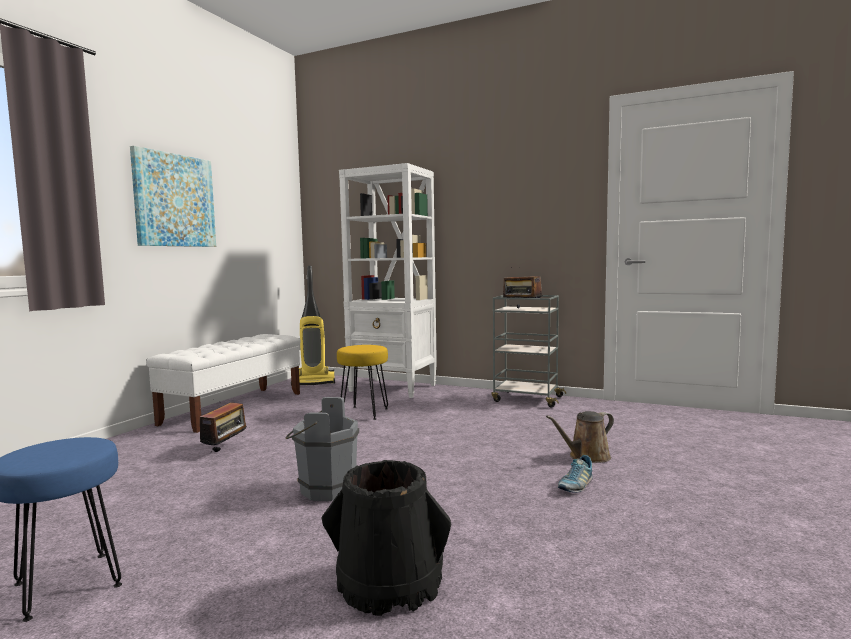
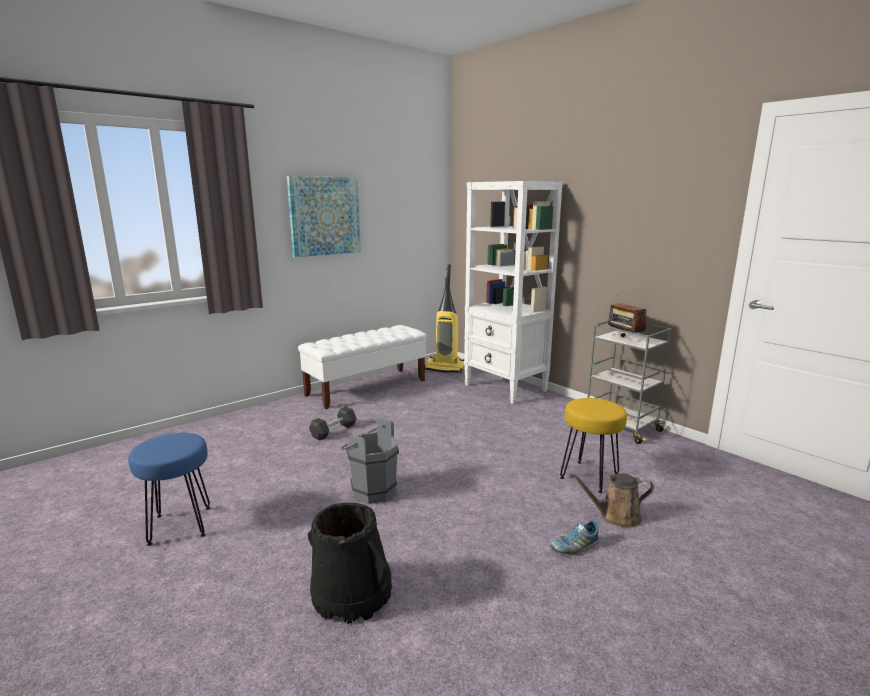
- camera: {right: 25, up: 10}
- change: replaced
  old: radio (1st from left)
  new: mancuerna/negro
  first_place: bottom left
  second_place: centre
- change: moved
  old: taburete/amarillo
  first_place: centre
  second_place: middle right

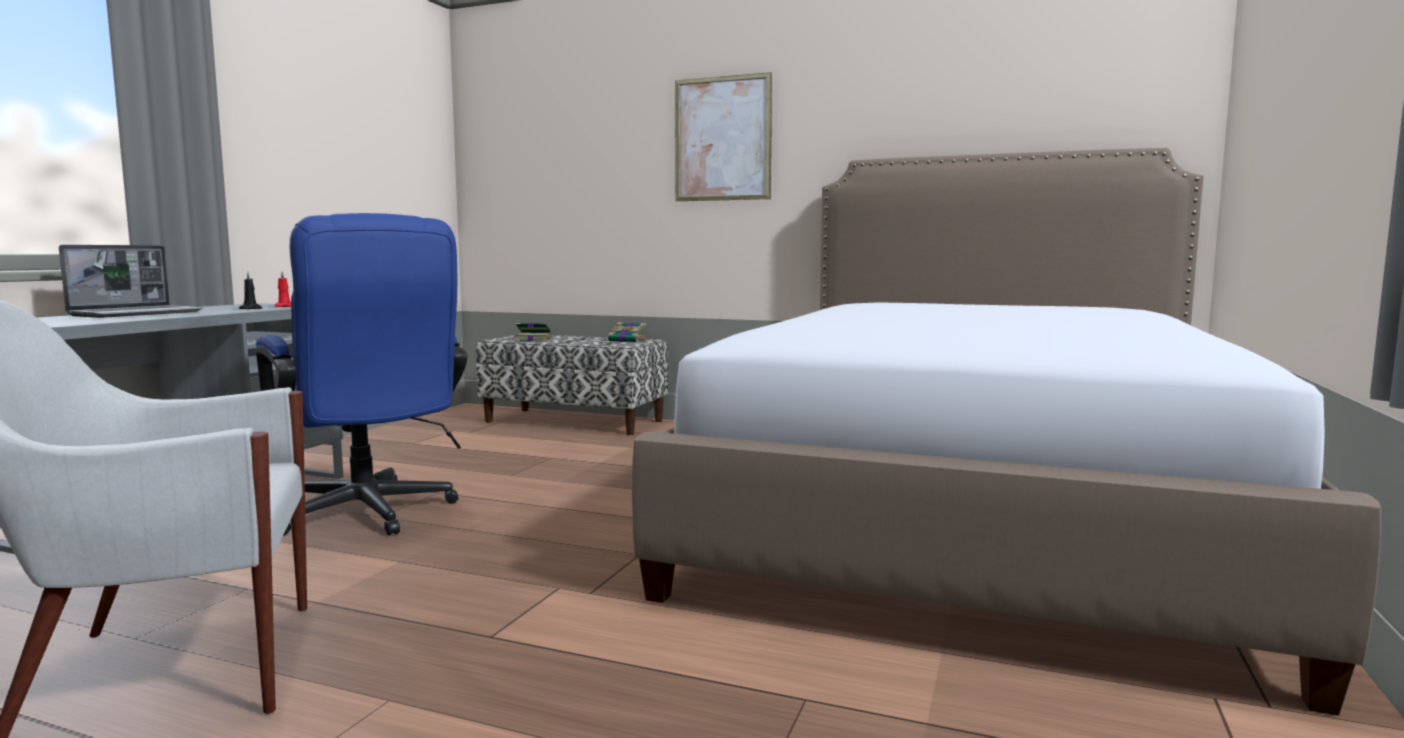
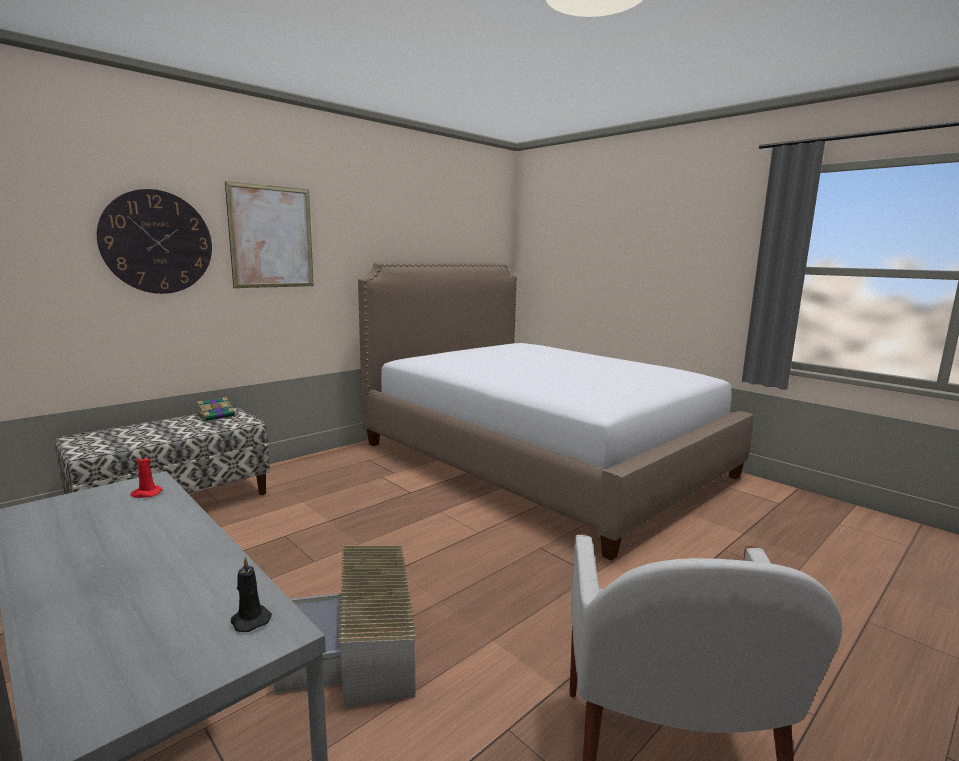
- camera: {right: -65, up: 5}
- change: added
  new: reloj de pared
  second_place: top left
- change: moved
  old: vela/negro
  first_place: middle left
  second_place: bottom left
- change: replaced
  old: silla de oficina/azul
  new: caja de almacenaje/gris
  first_place: middle left
  second_place: bottom centre
- change: removed
  old: portátil
  first_place: middle left
- change: removed
  old: libro (1st from left)
  first_place: centre

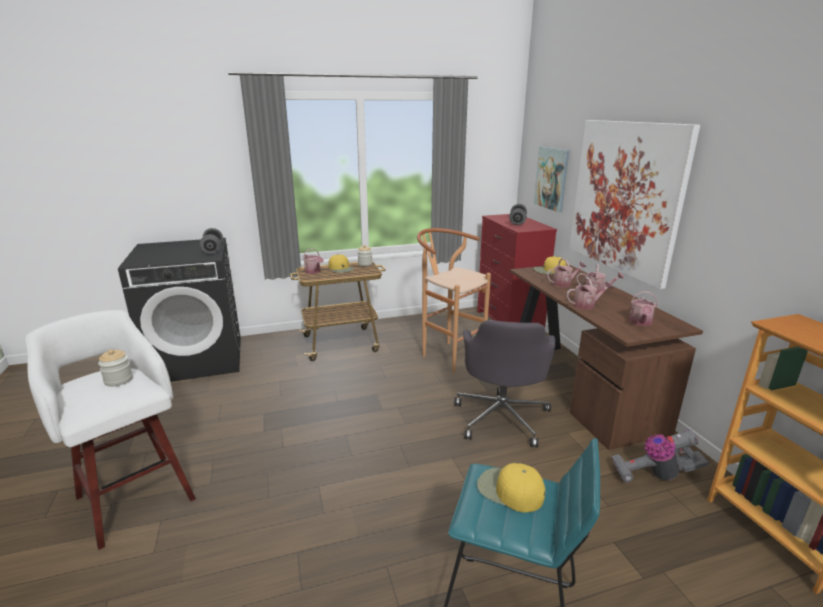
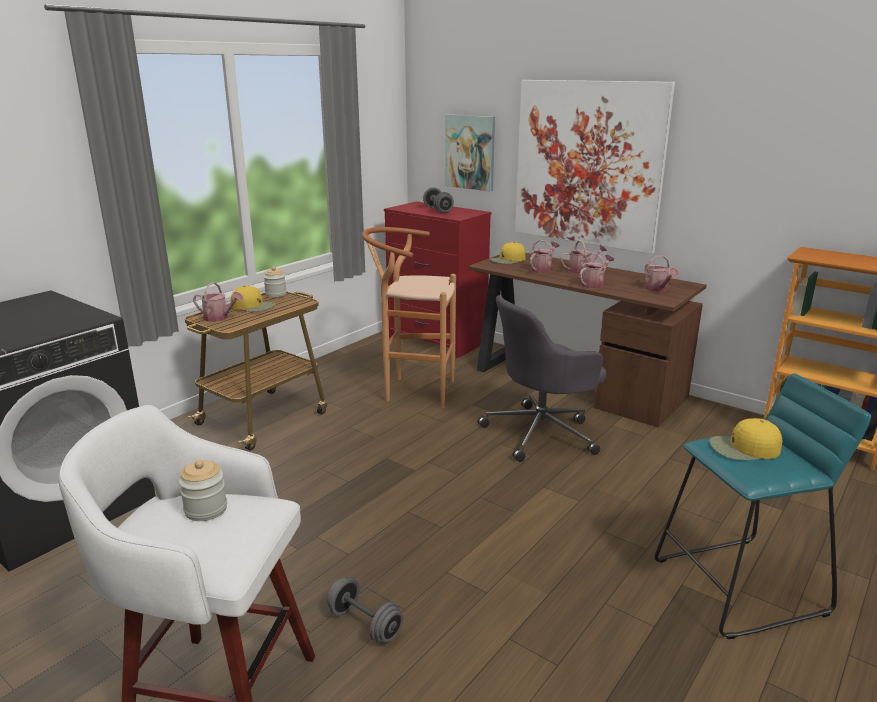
- camera: {right: -35, up: 0}
- change: moved
  old: mancuerna/gris (1st from left)
  first_place: middle left
  second_place: bottom centre
- change: turned
  old: silla de oficina/gris
  first_place: centre
  second_place: centre
  degrees: 90
- change: removed
  old: aspiradora
  first_place: bottom right

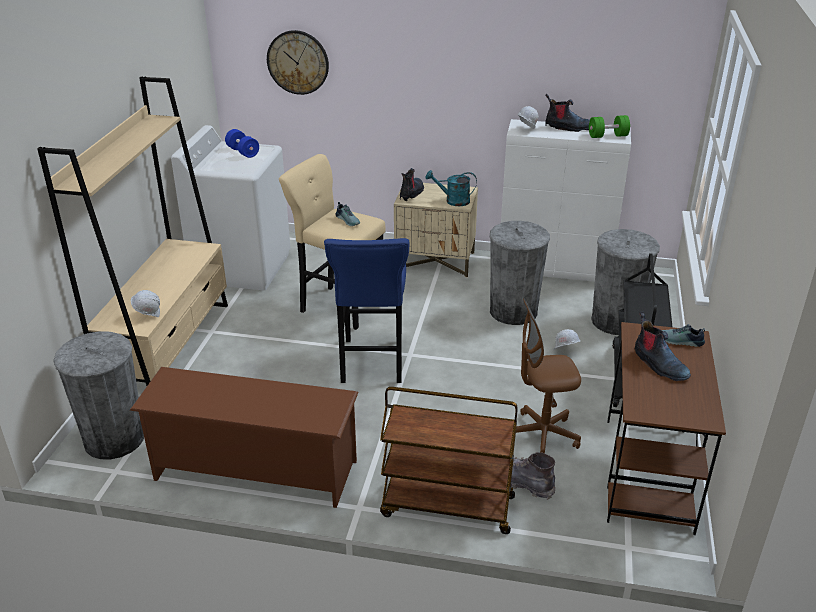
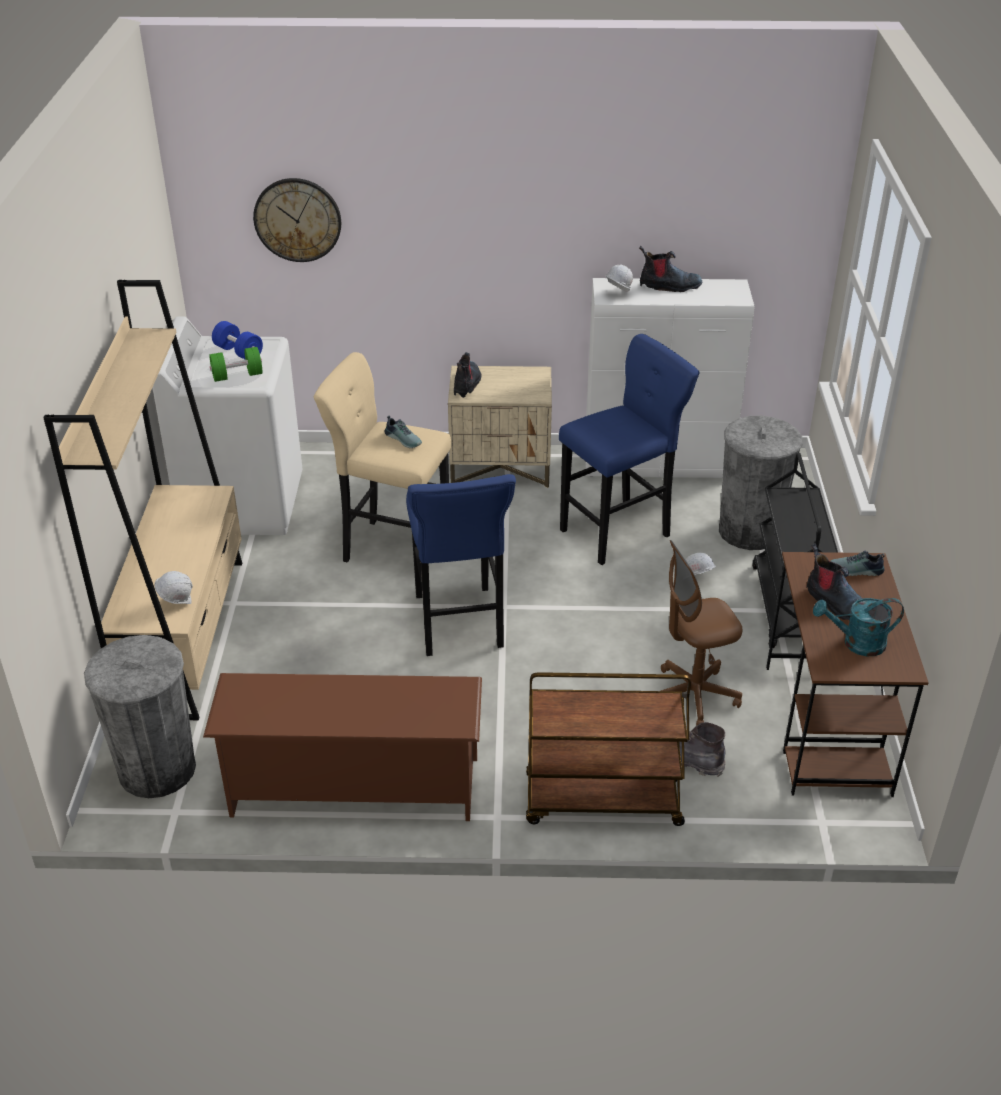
- camera: {right: -10, up: 5}
- change: moved
  old: mancuerna/verde
  first_place: top right
  second_place: top left
- change: replaced
  old: papelera/gris (2nd from left)
  new: taburete/azul (2nd from left)
  first_place: centre
  second_place: centre
- change: moved
  old: regadera/turquesa
  first_place: top centre
  second_place: middle right

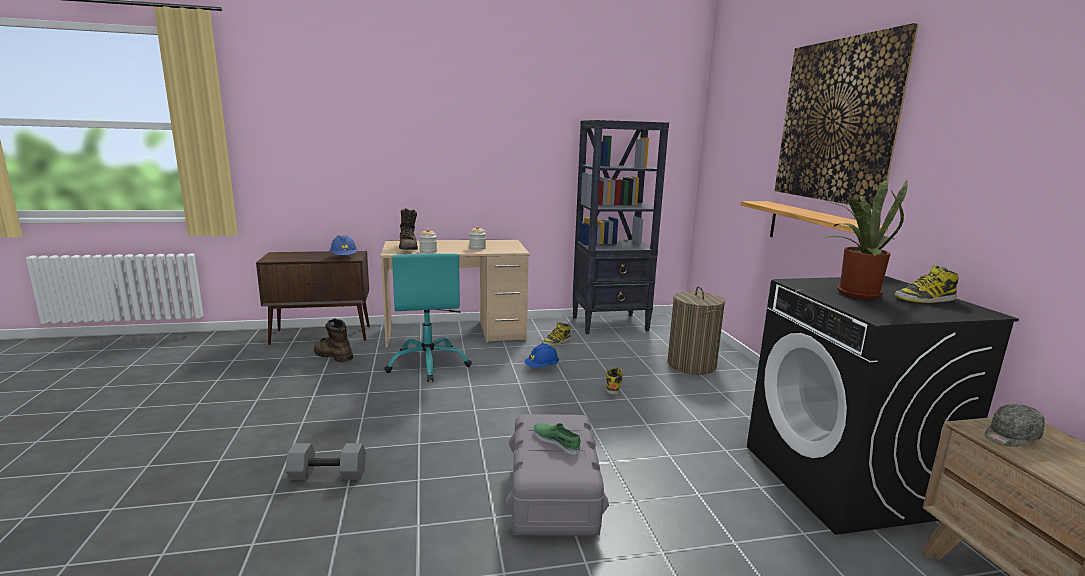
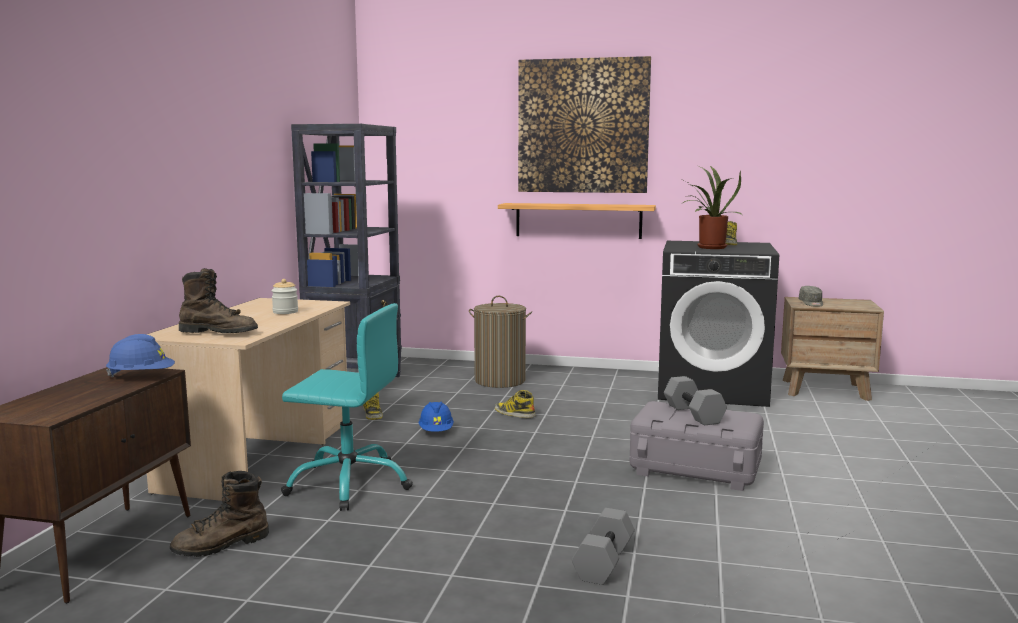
- camera: {right: -65, up: -5}
- change: replaced
  old: zapato/verde
  new: mancuerna/gris (2nd from left)
  first_place: bottom centre
  second_place: middle right
- change: removed
  old: tarro (1st from left)
  first_place: centre

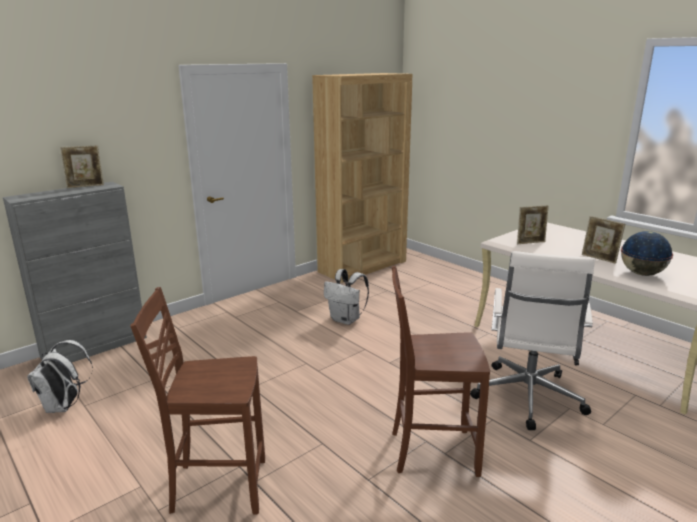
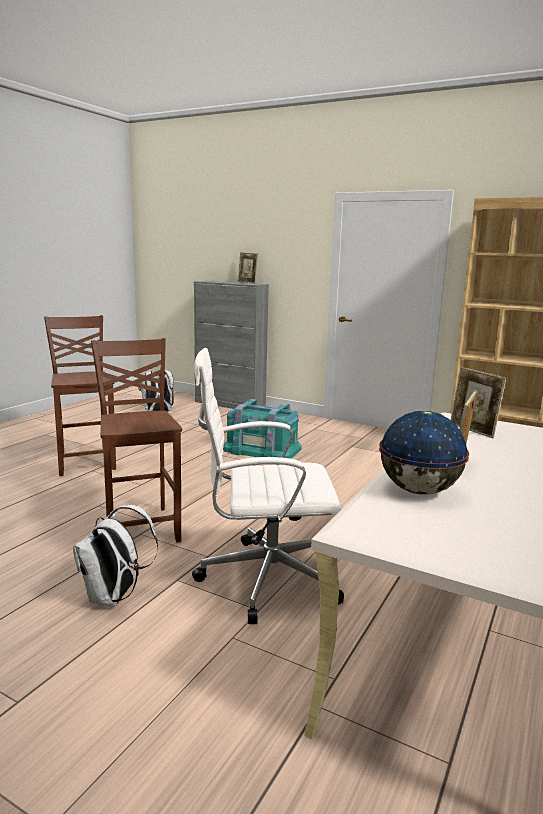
- camera: {right: 70, up: -5}
- change: moved
  old: mochila/blanco (2nd from left in the first image)
  new: mochila/blanco (1st from left)
  first_place: centre
  second_place: bottom left
- change: added
  new: caja de almacenaje/turquesa
  second_place: centre

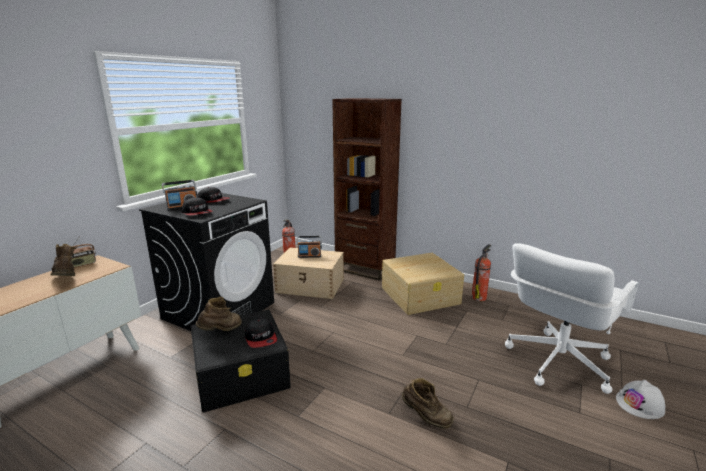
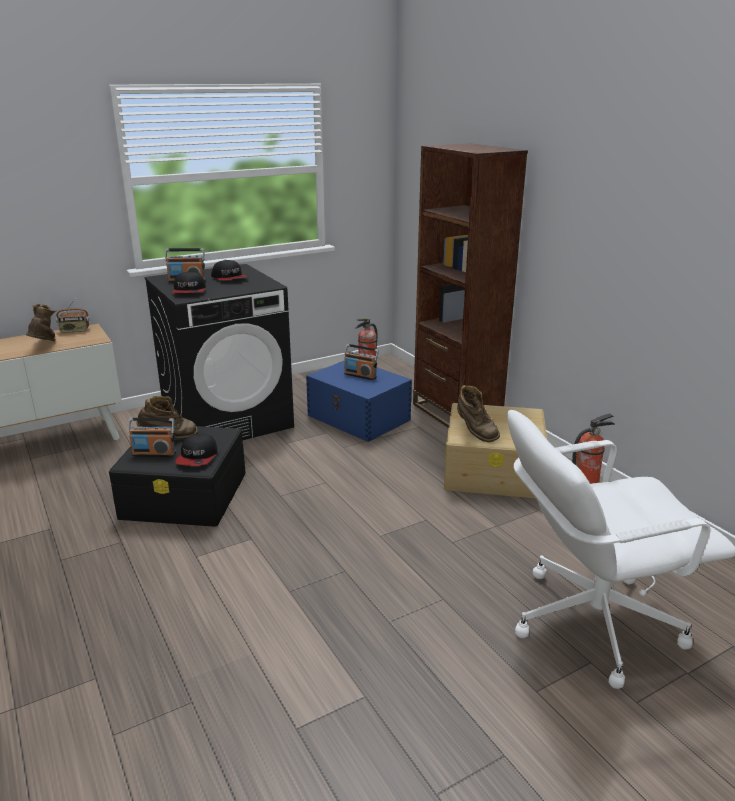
- camera: {right: 30, up: 5}
- change: added
  new: radio (2nd from left)
  second_place: middle left
- change: recoloured
  old: caja de almacenaje/beis (1st from left)
  new: caja de almacenaje/azul
  first_place: centre
  second_place: centre
- change: moved
  old: bota/marrón (3rd from left)
  first_place: bottom centre
  second_place: centre
- change: removed
  old: casco/blanco
  first_place: bottom right

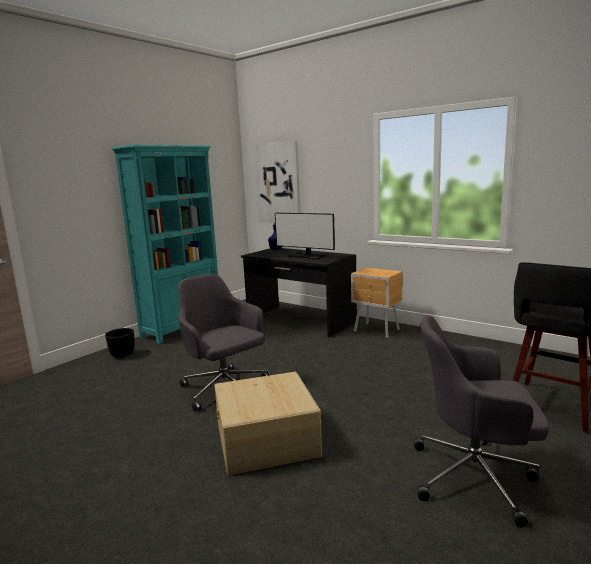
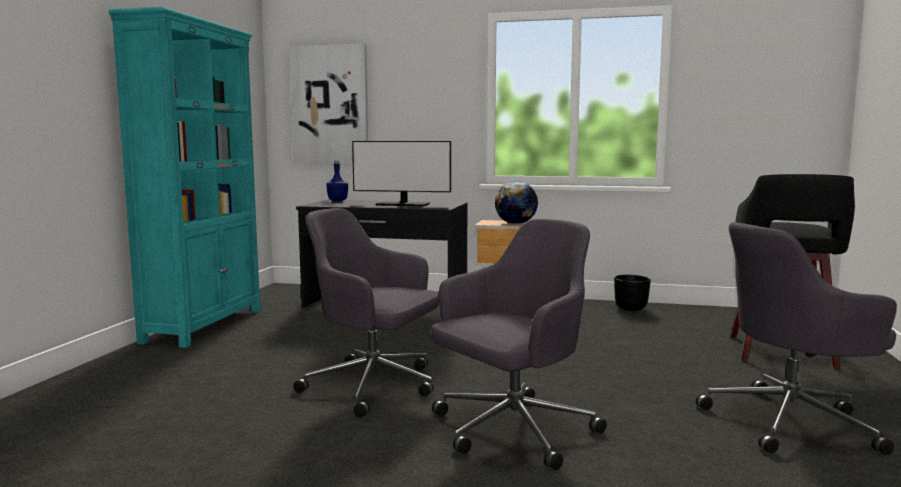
- camera: {right: -25, up: -5}
- change: replaced
  old: caja de almacenaje/beis
  new: silla de oficina/gris (2nd from left)
  first_place: bottom centre
  second_place: bottom centre
- change: added
  new: globo terráqueo
  second_place: centre
- change: moved
  old: maceta/negro
  first_place: middle left
  second_place: middle right

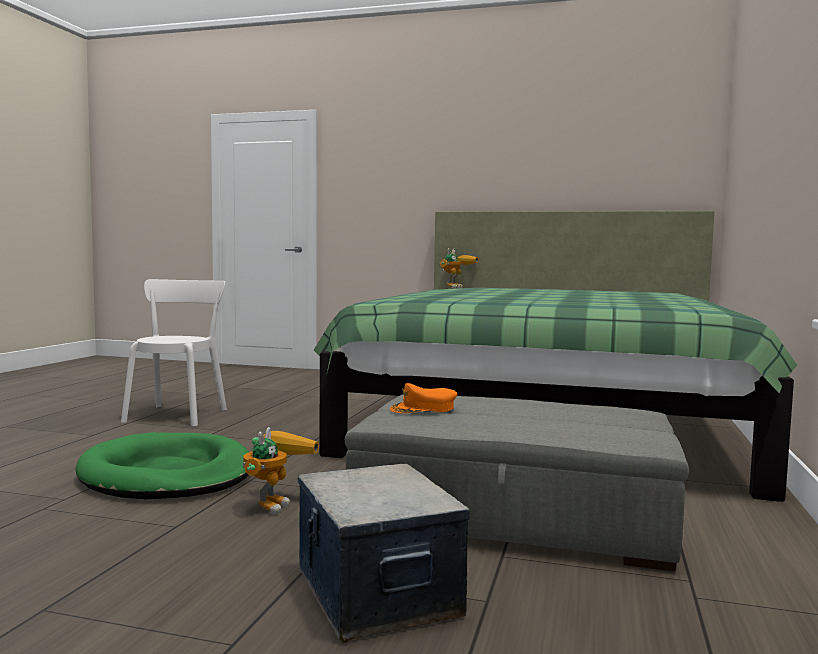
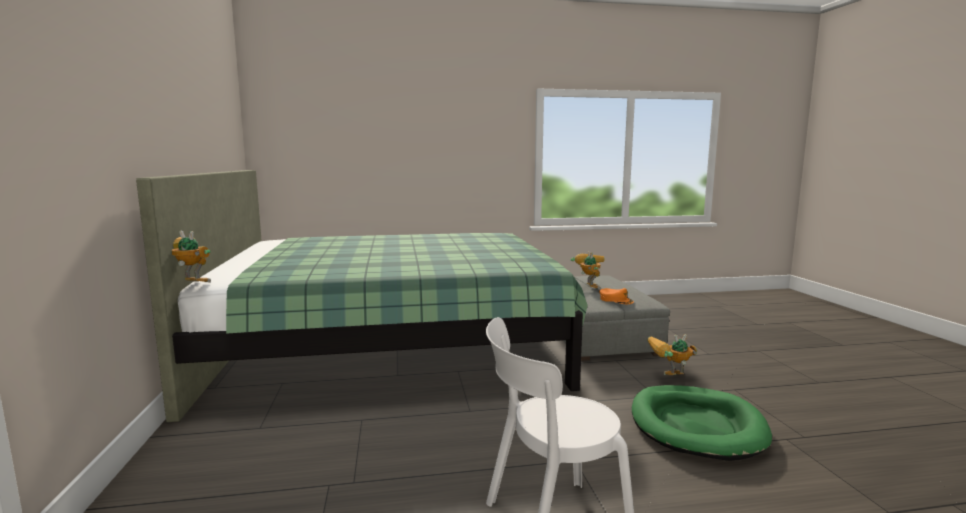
- camera: {right: -115, up: 5}
- change: added
  new: robot de juguete (2nd from left)
  second_place: centre
- change: removed
  old: caja de almacenaje
  first_place: bottom centre

